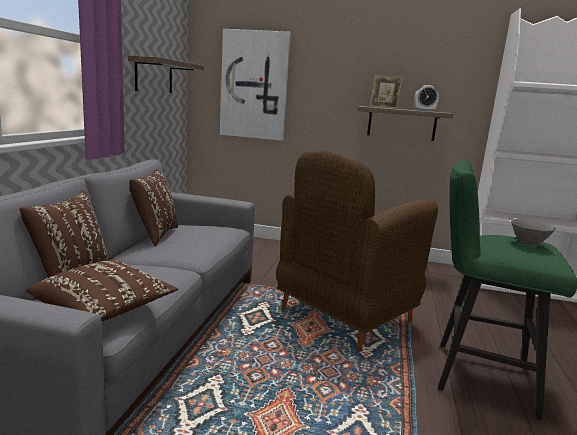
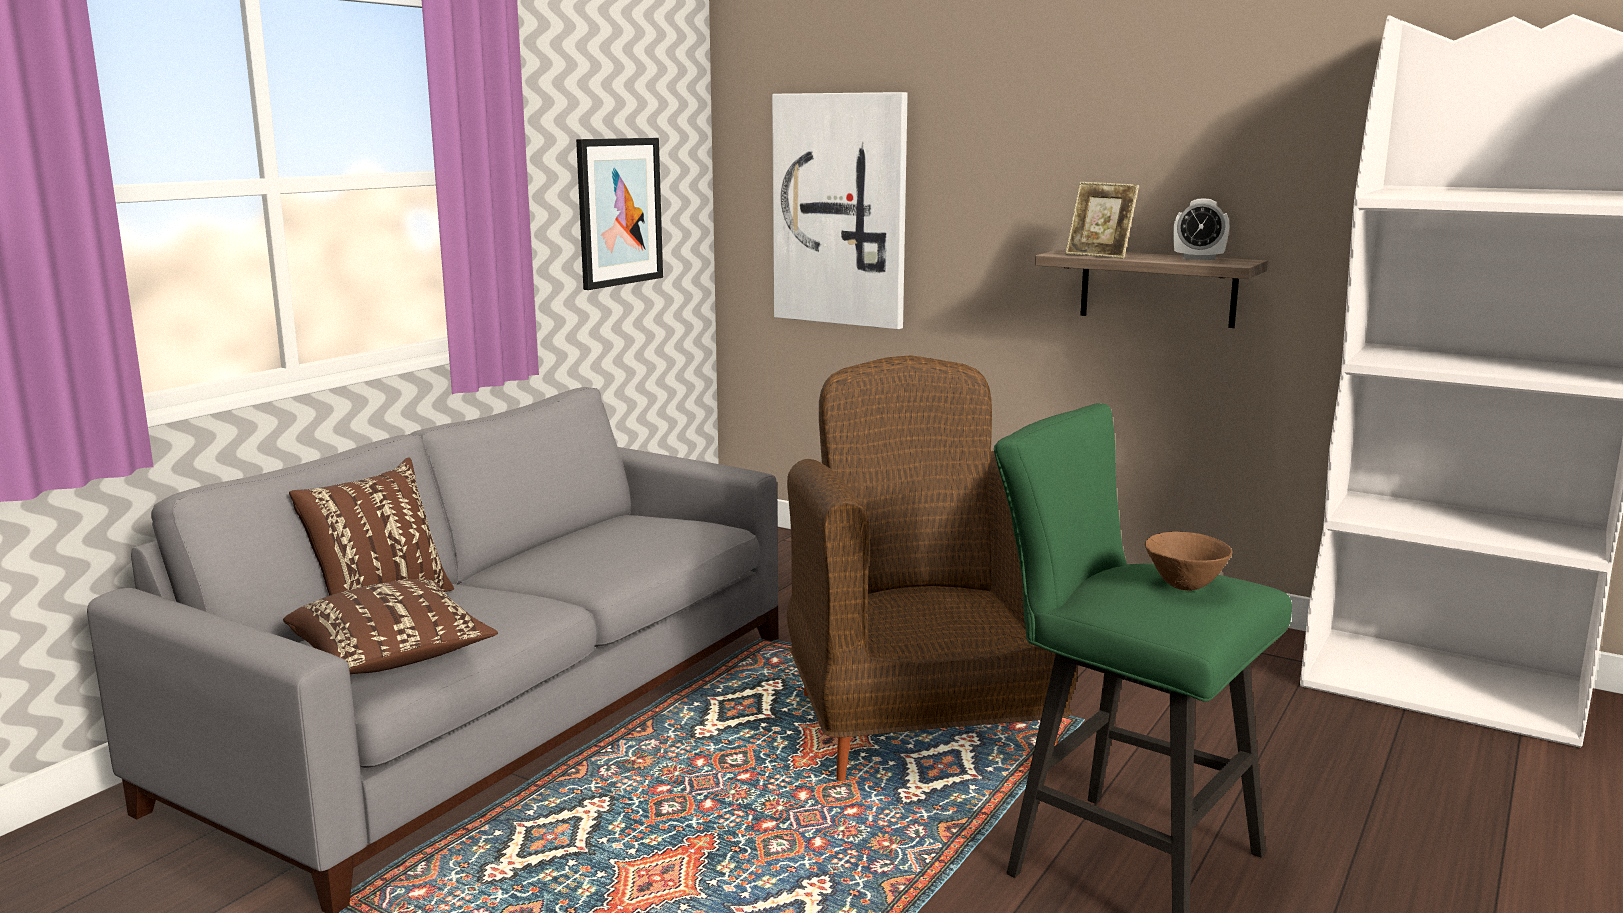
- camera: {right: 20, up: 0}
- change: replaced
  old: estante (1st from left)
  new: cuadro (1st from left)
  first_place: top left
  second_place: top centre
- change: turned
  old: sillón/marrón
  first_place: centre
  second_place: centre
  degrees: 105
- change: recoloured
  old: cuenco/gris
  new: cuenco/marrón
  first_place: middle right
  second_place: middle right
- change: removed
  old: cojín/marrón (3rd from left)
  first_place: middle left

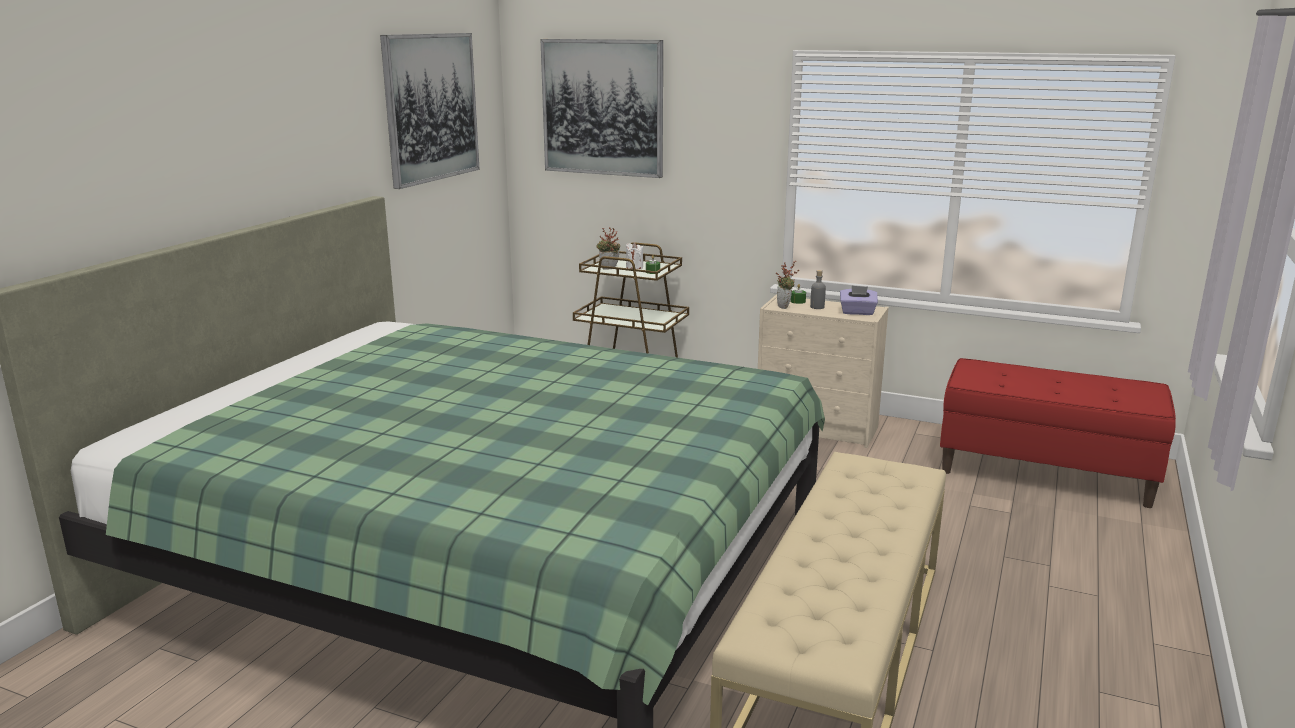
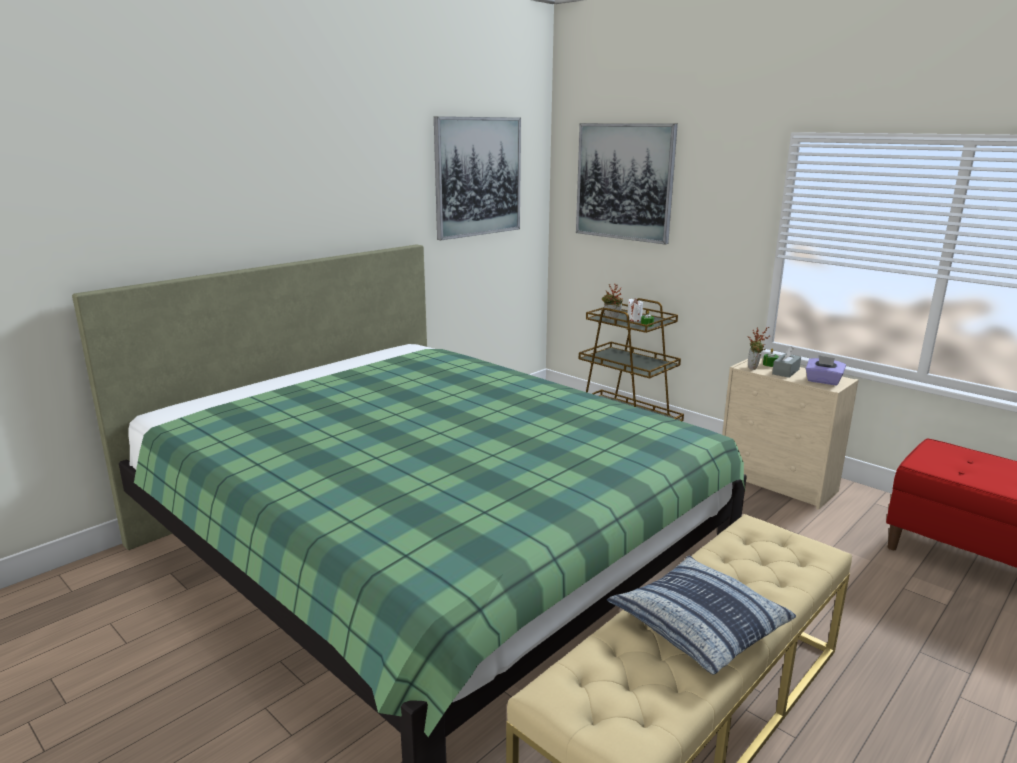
- camera: {right: 20, up: 0}
- change: added
  new: cojín
  second_place: bottom right
- change: replaced
  old: botella/gris
  new: caja de pañuelos/gris
  first_place: centre
  second_place: middle right

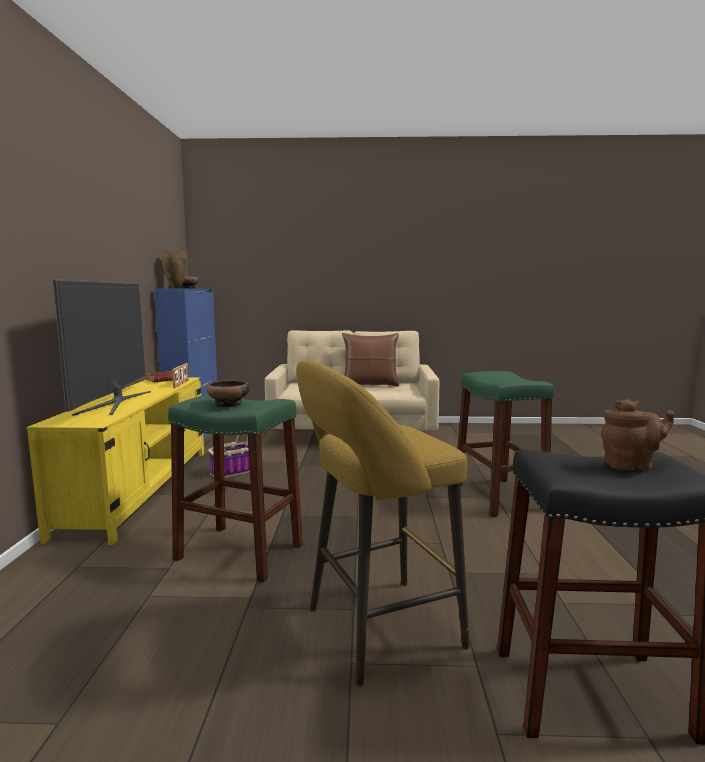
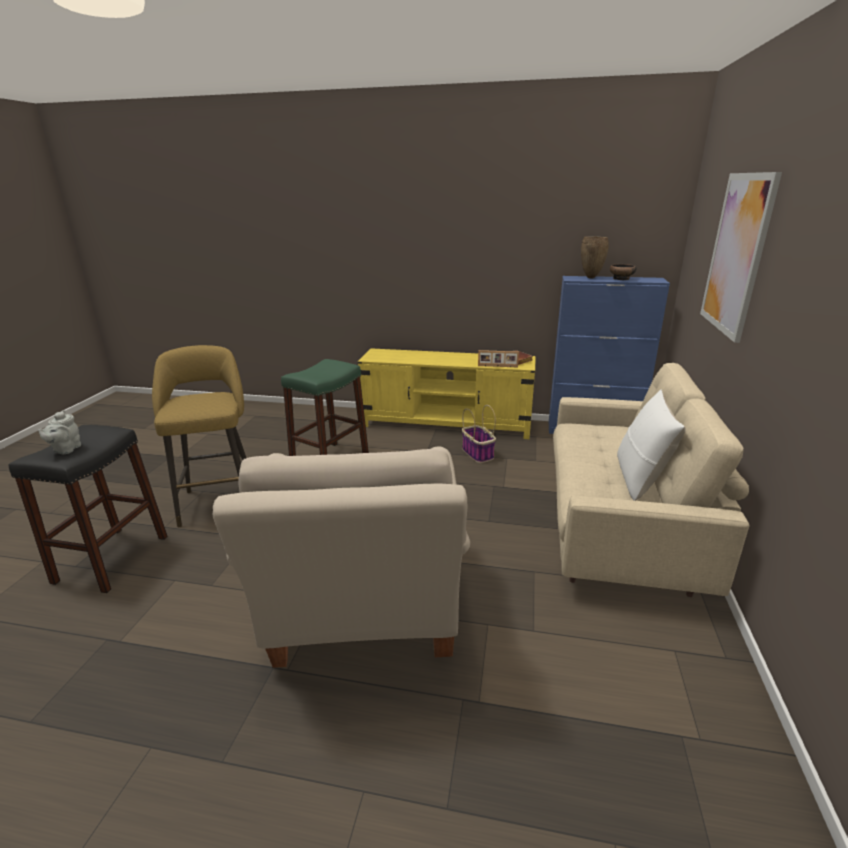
- camera: {right: 100, up: 15}
- change: recoloured
  old: tetera/marrón
  new: tetera/gris
  first_place: middle right
  second_place: middle left
- change: replaced
  old: taburete/verde (2nd from left)
  new: sillón/beis
  first_place: middle right
  second_place: centre
- change: recoloured
  old: cojín/marrón
  new: cojín/blanco
  first_place: centre
  second_place: middle right
- change: added
  new: cuadro
  second_place: top right
- change: removed
  old: televisor
  first_place: middle left
- change: removed
  old: cuenco (2nd from left)
  first_place: middle left

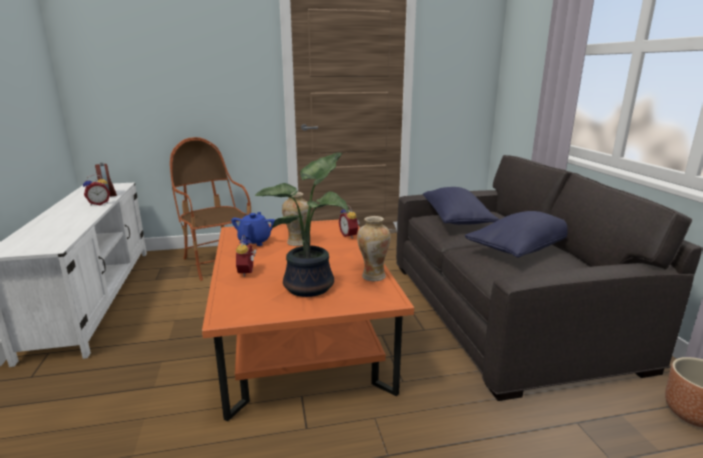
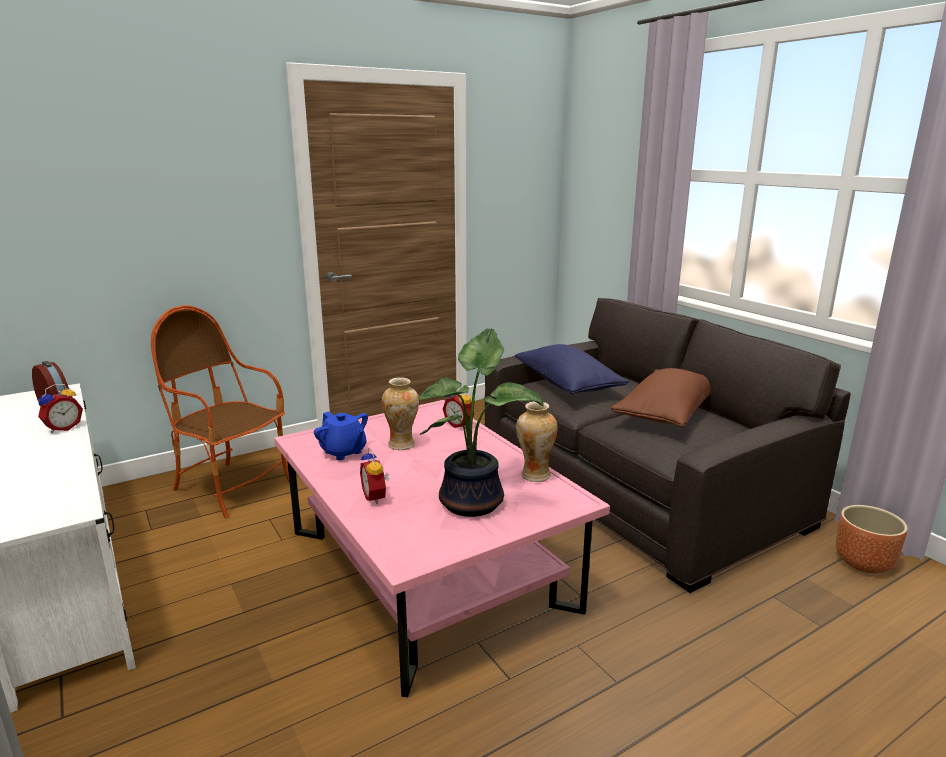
- camera: {right: -20, up: 0}
- change: recoloured
  old: mesa de centro/naranja
  new: mesa de centro/rosa
  first_place: bottom centre
  second_place: bottom centre
- change: turned
  old: tetera/azul
  first_place: centre
  second_place: centre
  degrees: 150
- change: recoloured
  old: cojín/azul (2nd from left)
  new: cojín/marrón
  first_place: middle right
  second_place: middle right

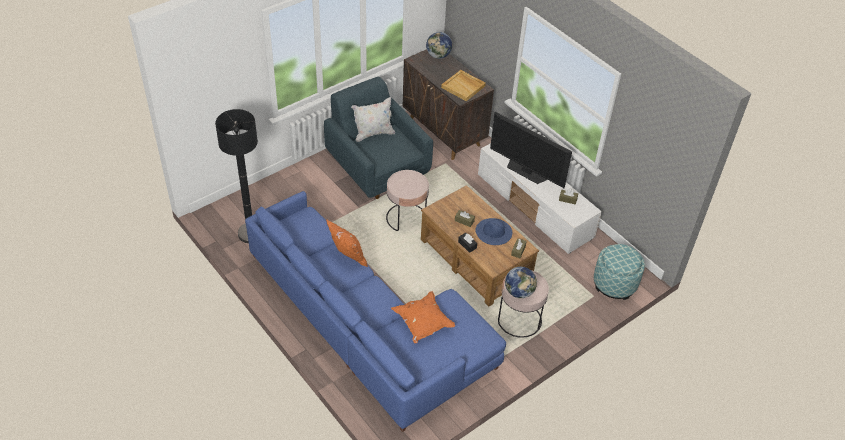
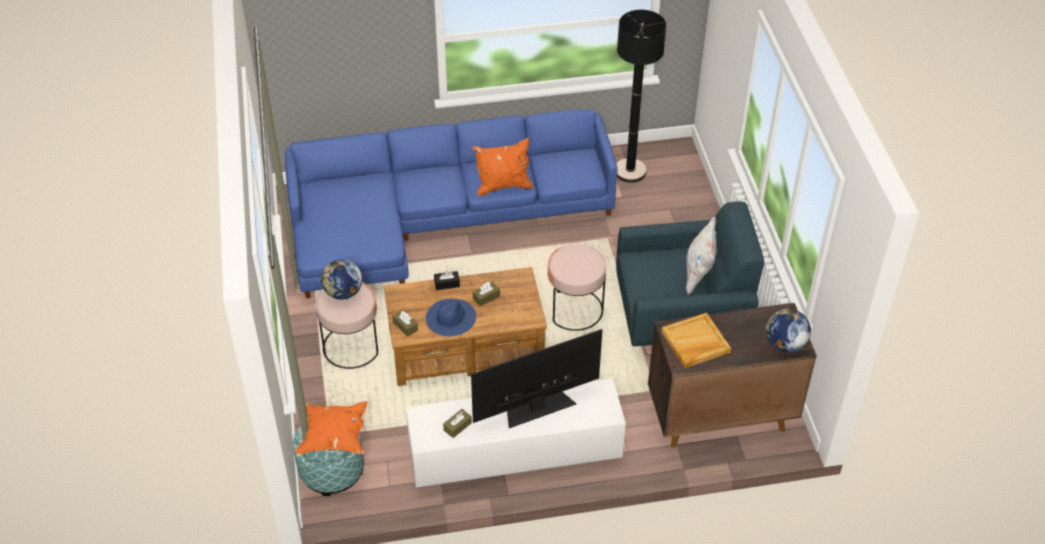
- camera: {right: 120, up: 0}
- change: moved
  old: cojín/naranja (2nd from left in the first image)
  new: cojín/naranja (1st from left)
  first_place: bottom centre
  second_place: bottom left

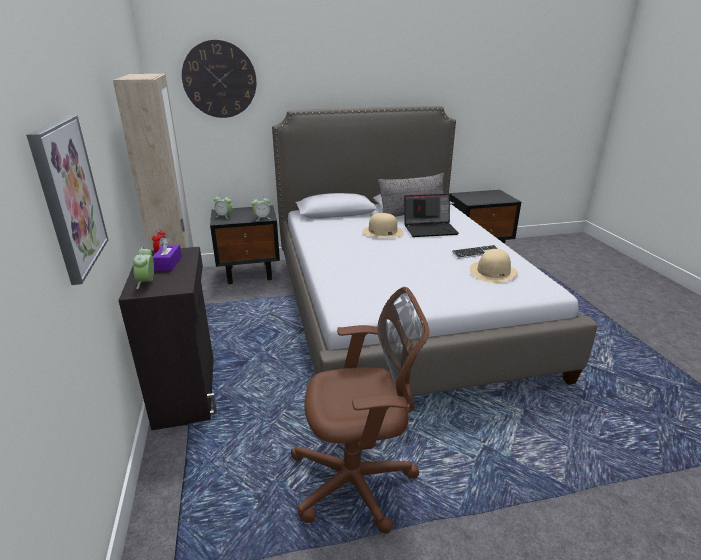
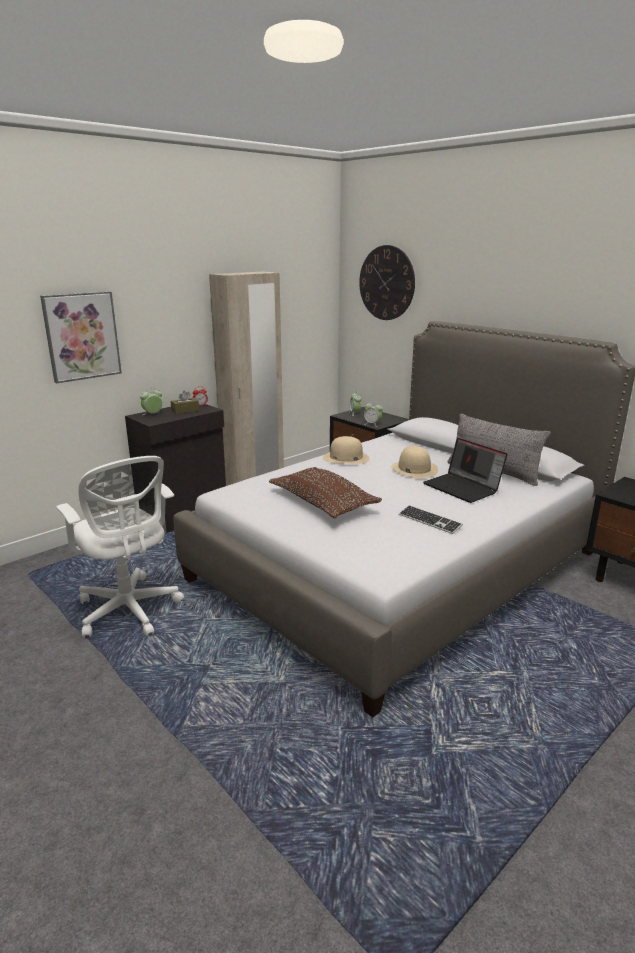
- camera: {right: 60, up: -5}
- change: recoloured
  old: silla de oficina/marrón
  new: silla de oficina/blanco
  first_place: bottom centre
  second_place: middle left
- change: recoloured
  old: caja de pañuelos/morado
  new: caja de pañuelos/marrón
  first_place: middle left
  second_place: middle left
- change: added
  new: cojín/marrón
  second_place: centre
- change: moved
  old: sombrero/beis (2nd from left in the first image)
  new: sombrero/beis (1st from left)
  first_place: middle right
  second_place: centre

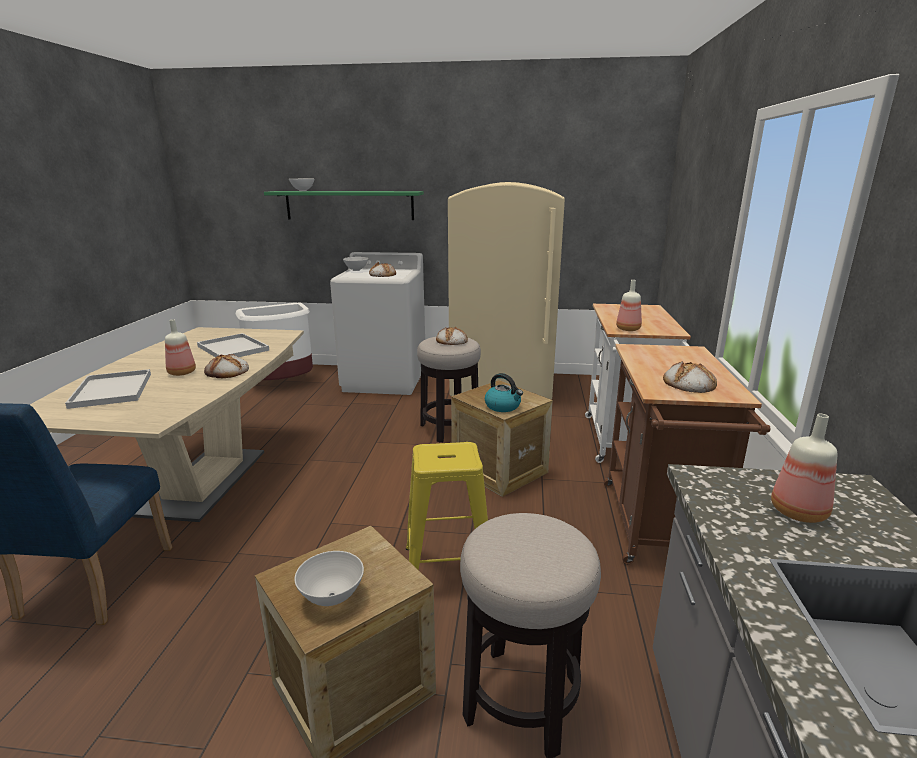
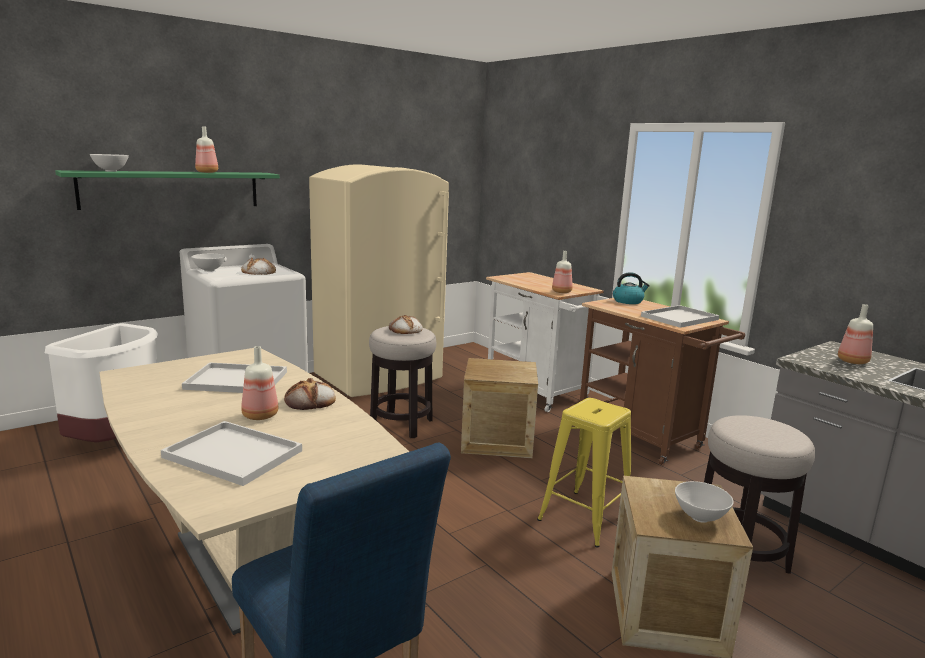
- camera: {right: -45, up: -5}
- change: added
  new: botella (1st from left)
  second_place: top left
- change: moved
  old: hervidor
  first_place: centre
  second_place: middle right
- change: replaced
  old: pan (4th from left)
  new: bandeja/blanco (3rd from left)
  first_place: middle right
  second_place: middle right

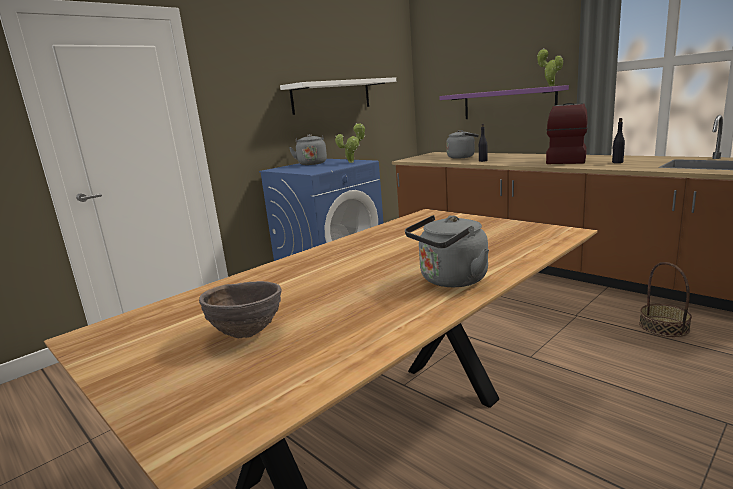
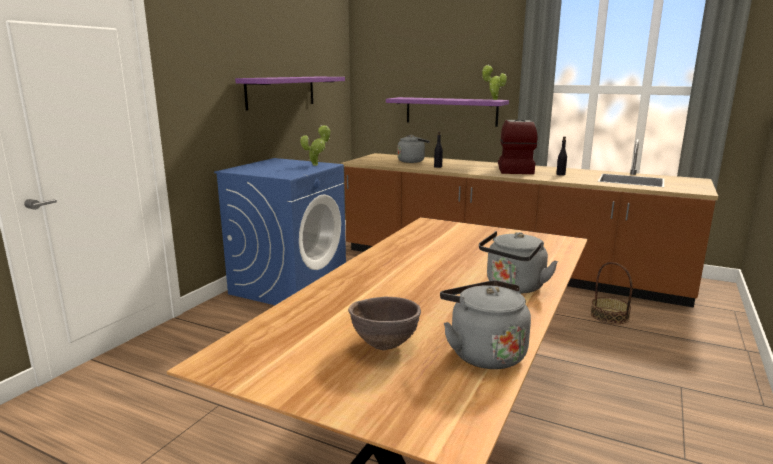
- camera: {right: -20, up: 0}
- change: recoloured
  old: estante/blanco
  new: estante/morado (1st from left)
  first_place: top centre
  second_place: top centre
- change: moved
  old: hervidor/gris (1st from left in the first image)
  new: hervidor/gris (2nd from left)
  first_place: top centre
  second_place: bottom centre

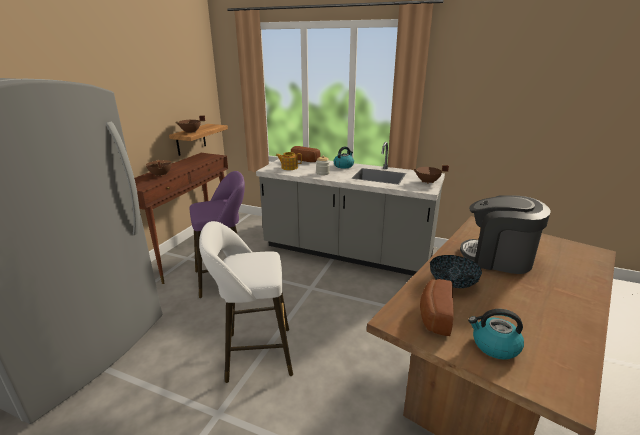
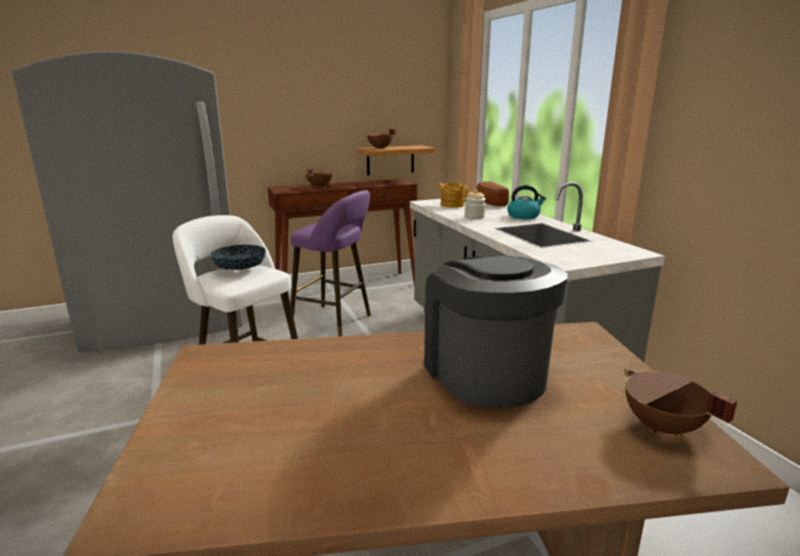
- camera: {right: 45, up: -5}
- change: moved
  old: cuenco
  first_place: middle right
  second_place: middle left
- change: moved
  old: olla/marrón (3rd from left)
  first_place: middle right
  second_place: bottom right
- change: removed
  old: pan (2nd from left)
  first_place: bottom right
- change: removed
  old: hervidor (2nd from left)
  first_place: bottom right

